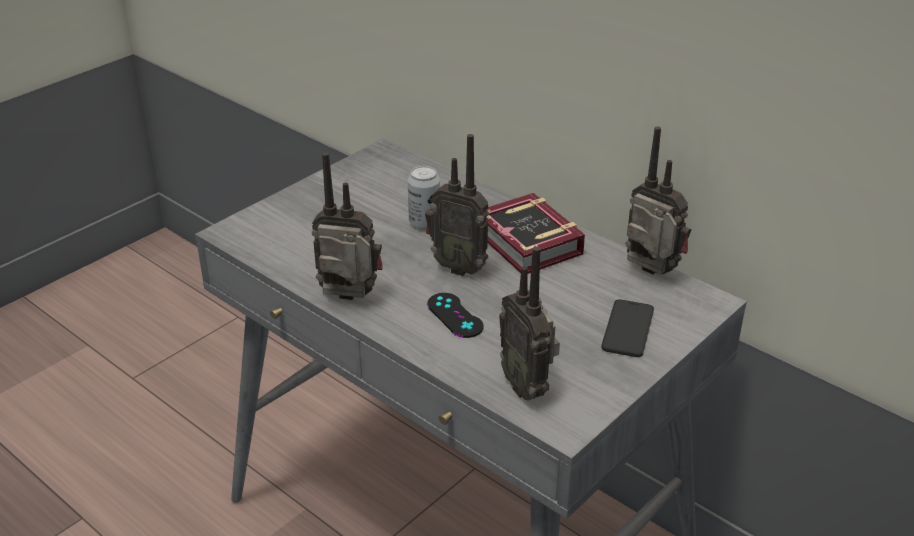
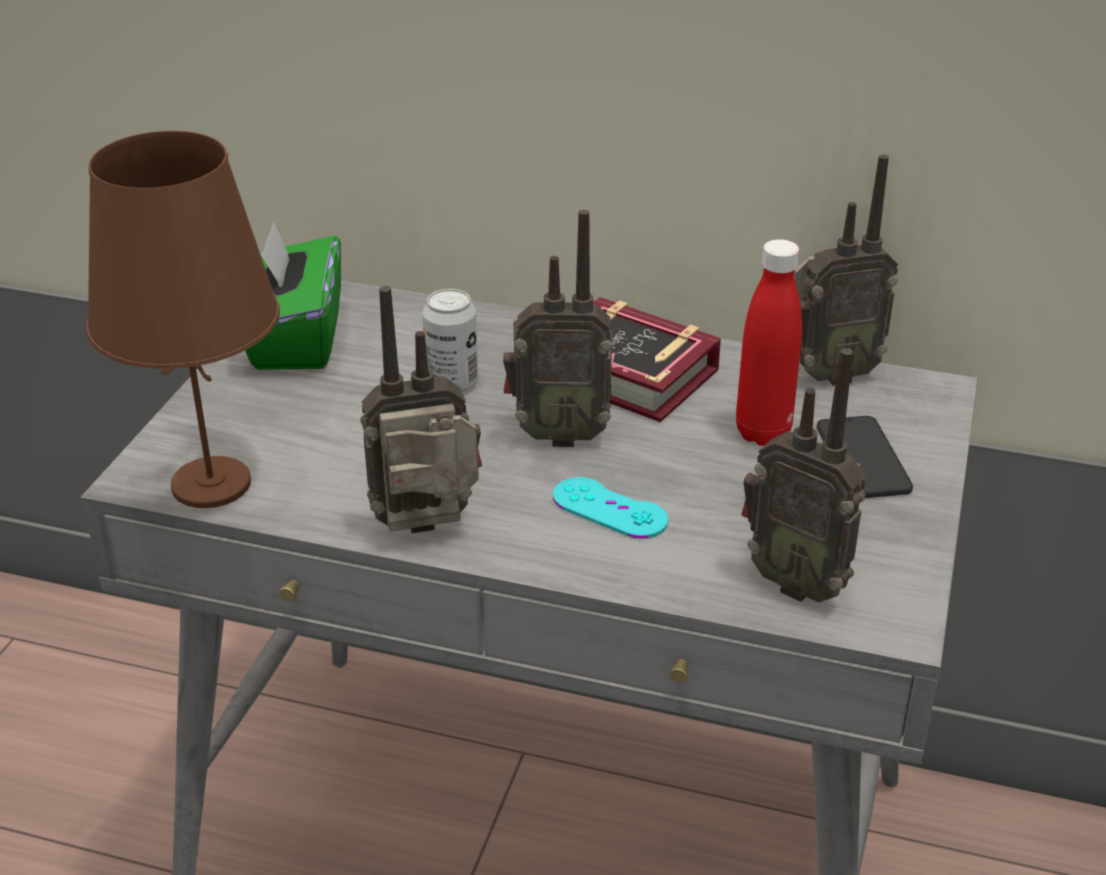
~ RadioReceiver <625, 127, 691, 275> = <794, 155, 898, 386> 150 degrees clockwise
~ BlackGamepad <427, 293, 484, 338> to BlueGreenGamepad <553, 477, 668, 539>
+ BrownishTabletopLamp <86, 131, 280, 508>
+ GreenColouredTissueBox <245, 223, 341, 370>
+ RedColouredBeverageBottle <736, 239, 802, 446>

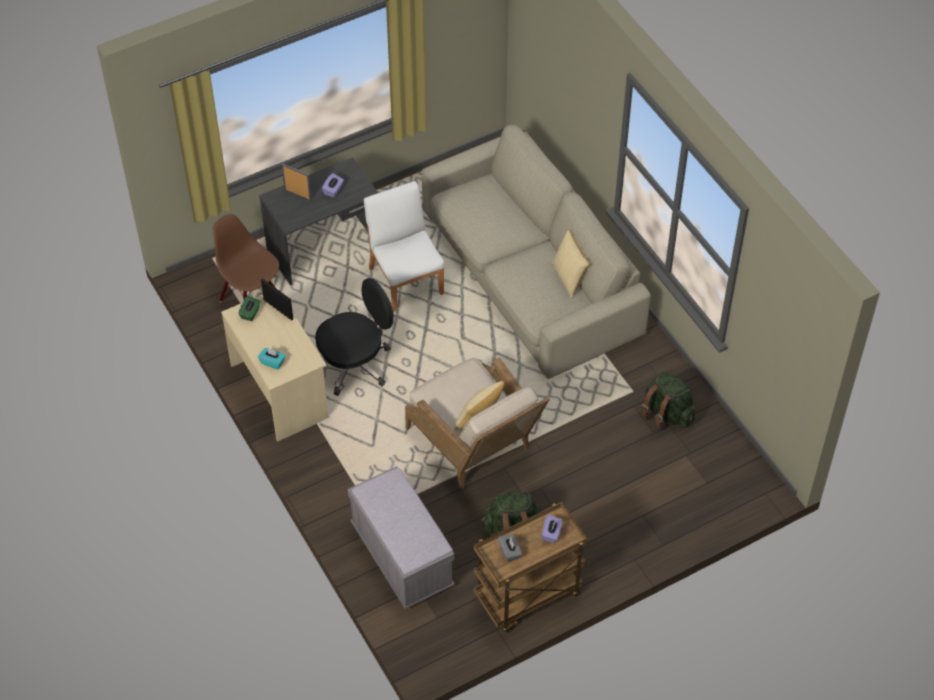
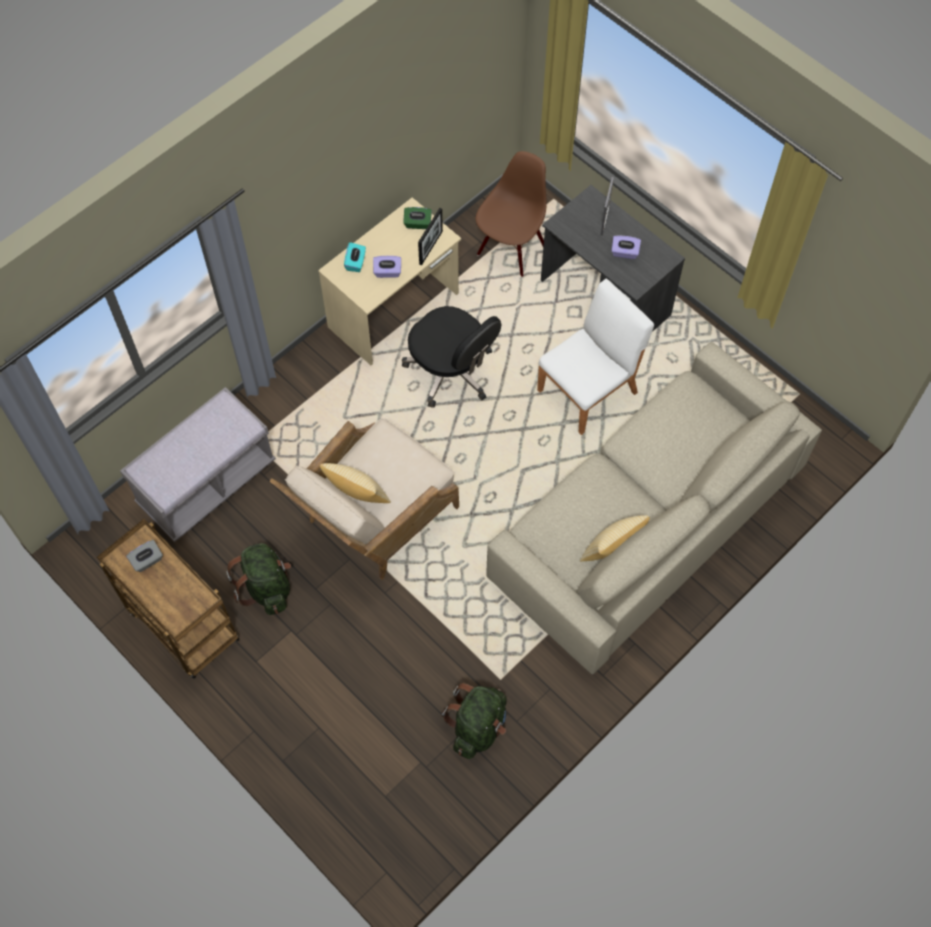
~ PurpleTissueBox <542, 514, 562, 543> to <373, 256, 401, 278>

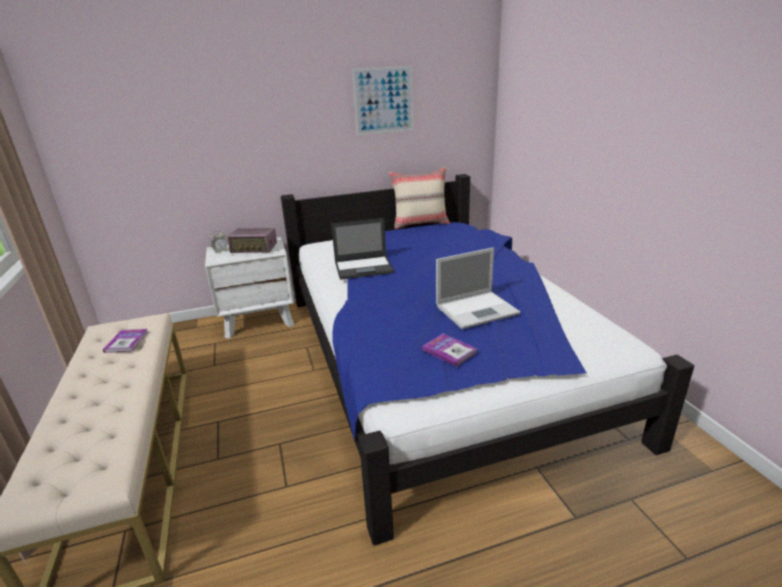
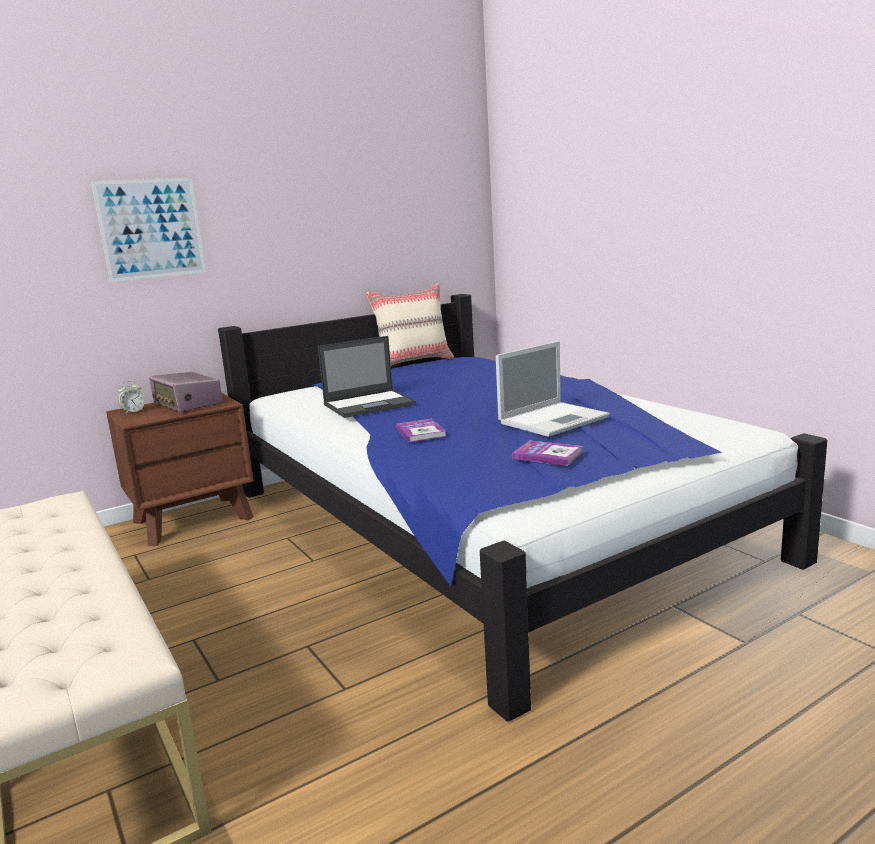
~ Picture <352, 66, 414, 135> to <91, 178, 206, 282>
~ RadioReceiver <227, 228, 277, 253> = <149, 372, 223, 412> 60 degrees clockwise
~ WhitishNightstand <205, 237, 294, 339> to BrownishNightstand <106, 393, 254, 547>
~ BoundBook <103, 329, 148, 353> to <396, 418, 446, 442>

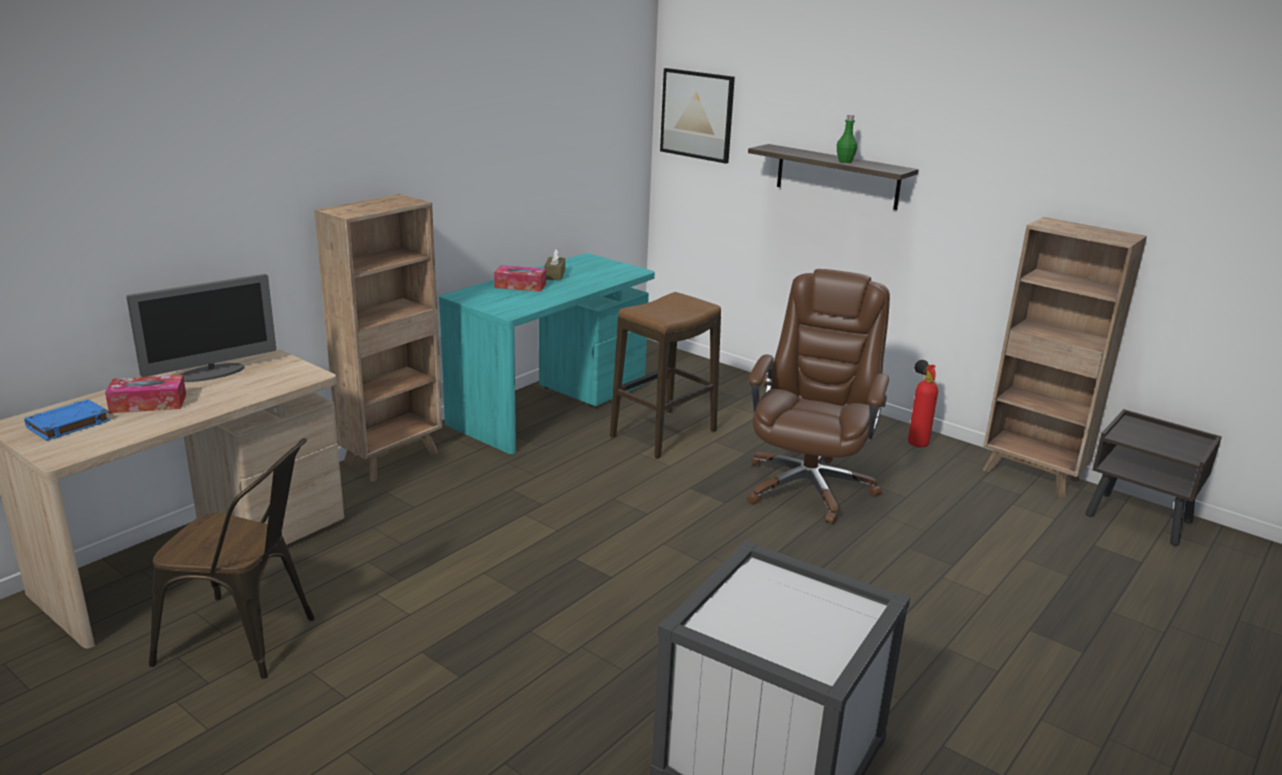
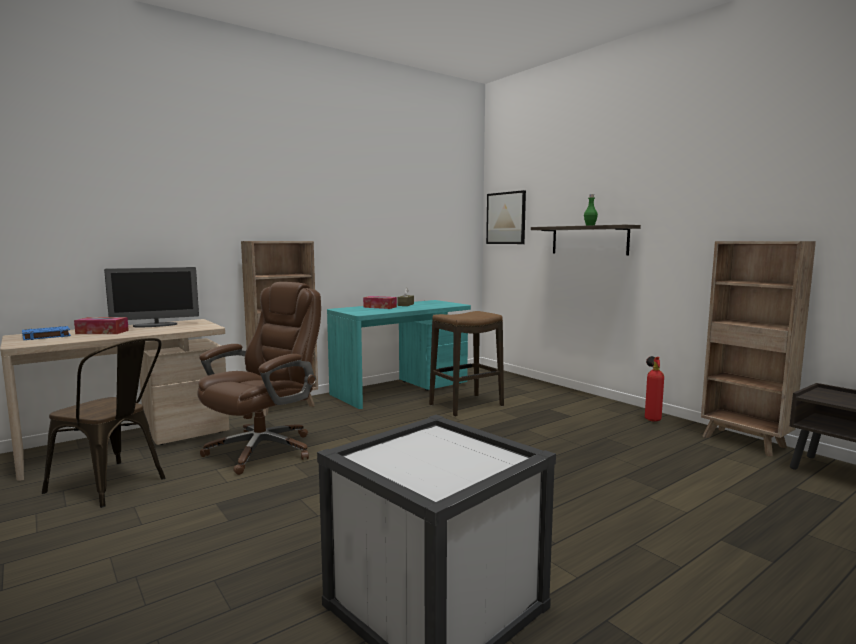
~ BrownishOfficeChair <747, 269, 890, 525> to <197, 282, 321, 475>

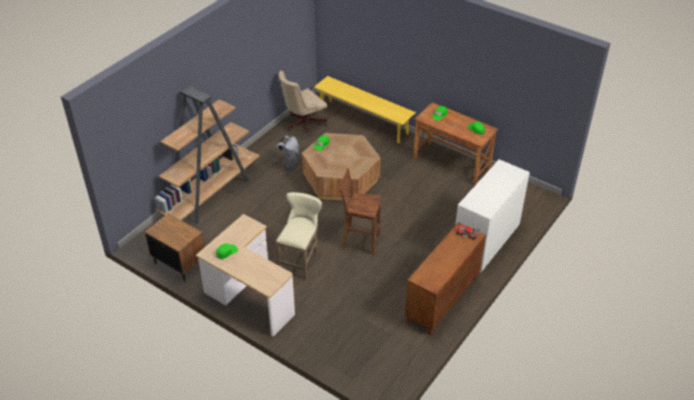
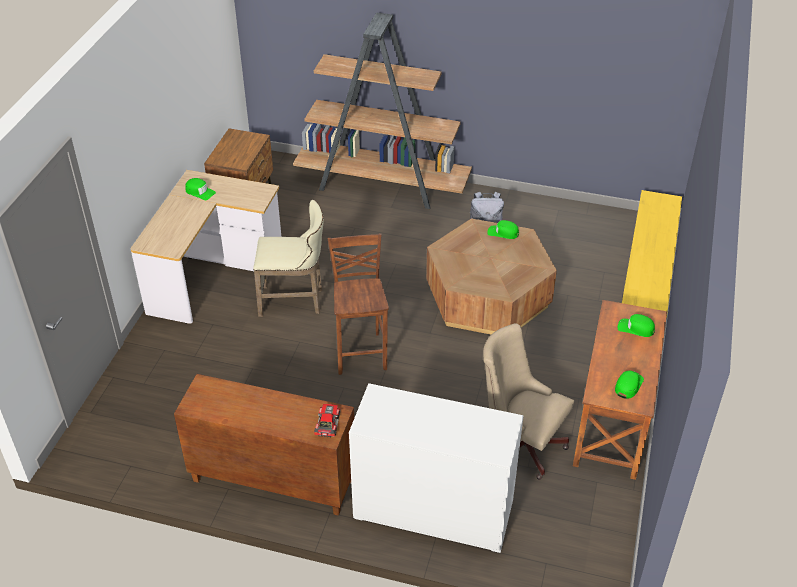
~ SandColouredOfficeChair <279, 71, 327, 136> to <483, 323, 574, 480>

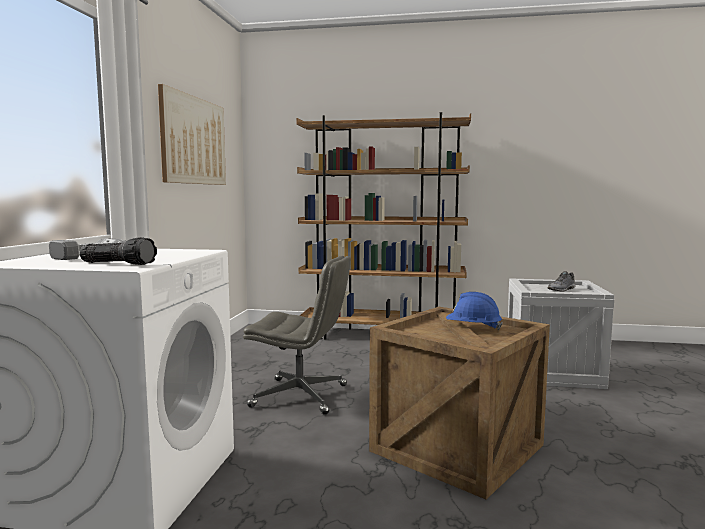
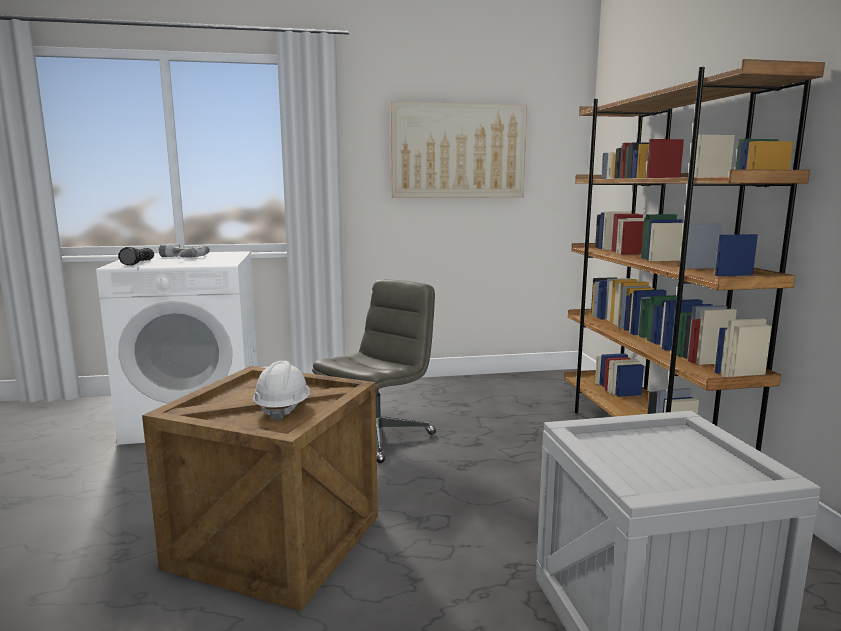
~ GrayOfficeChair <243, 256, 351, 415> = <312, 279, 436, 463> 135 degrees counterclockwise
- GrayLowShoe <548, 271, 576, 292>
~ BluishWorkHelmet <446, 292, 502, 331> to WhitishWorkHelmet <253, 361, 310, 421>

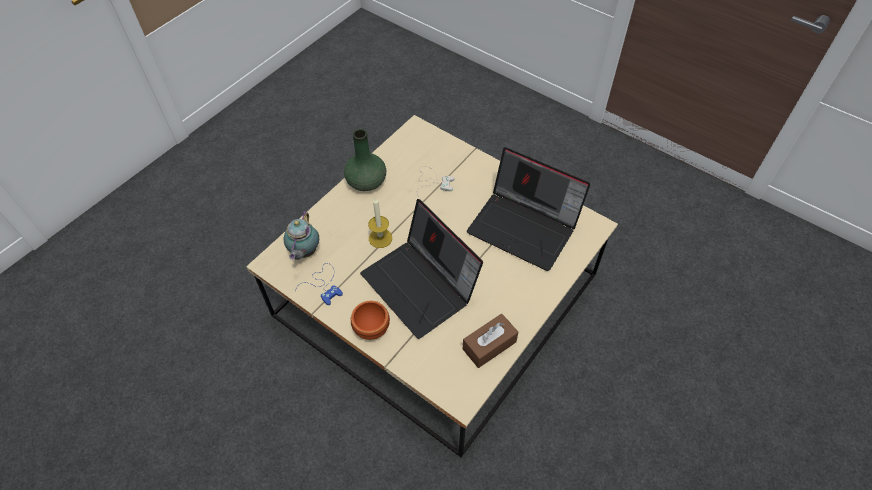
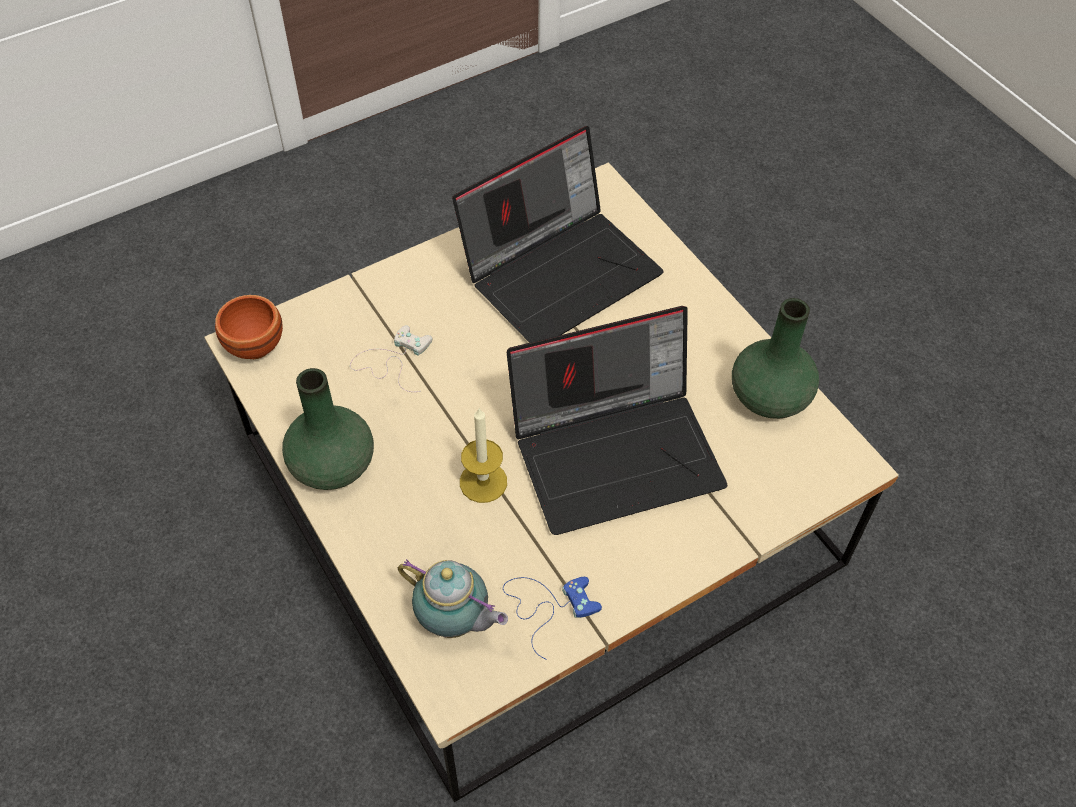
~ BrownishDeepDish <351, 301, 390, 340> to <215, 295, 283, 359>
~ BrownishTissueBox <463, 314, 518, 368> to GreenColouredDecorativeVase <732, 298, 819, 419>

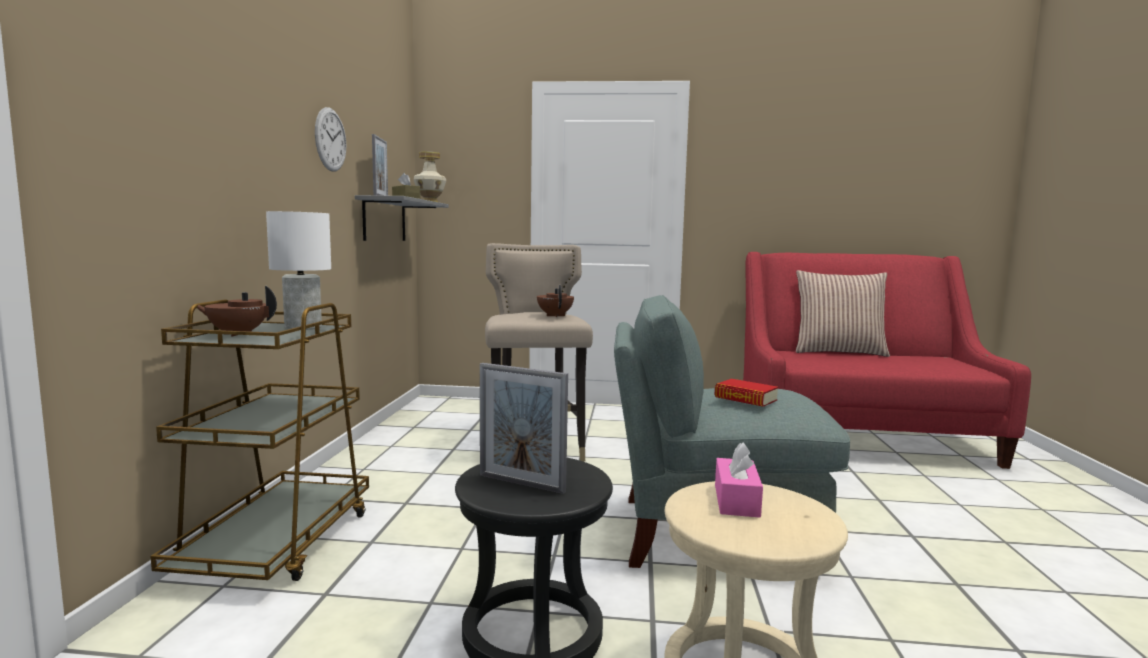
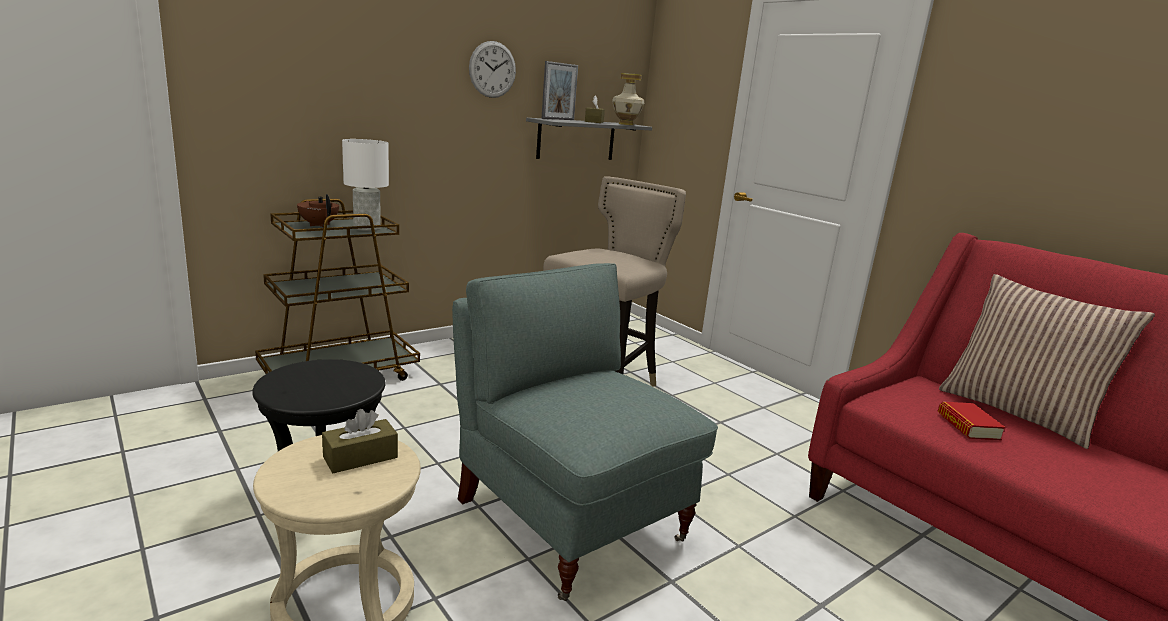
- BrownishTeaPot <537, 285, 574, 317>
- PictureFrame <480, 363, 568, 494>
~ BoundBook <715, 379, 778, 407> to <938, 402, 1006, 440>
~ PinkColouredTissueBox <715, 442, 763, 518> to BrownishTissueBox <322, 409, 398, 473>

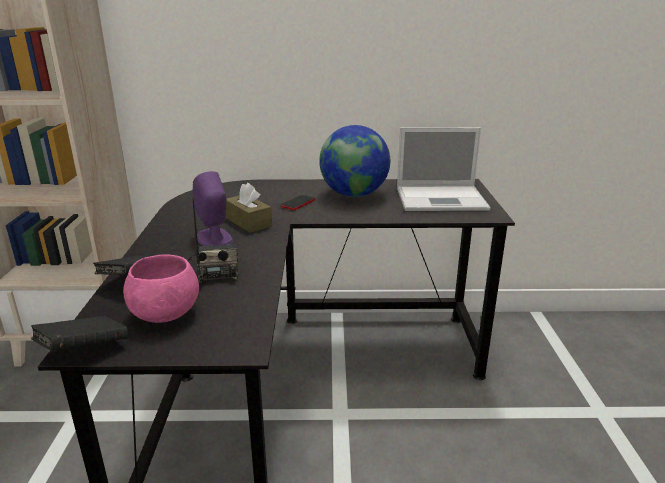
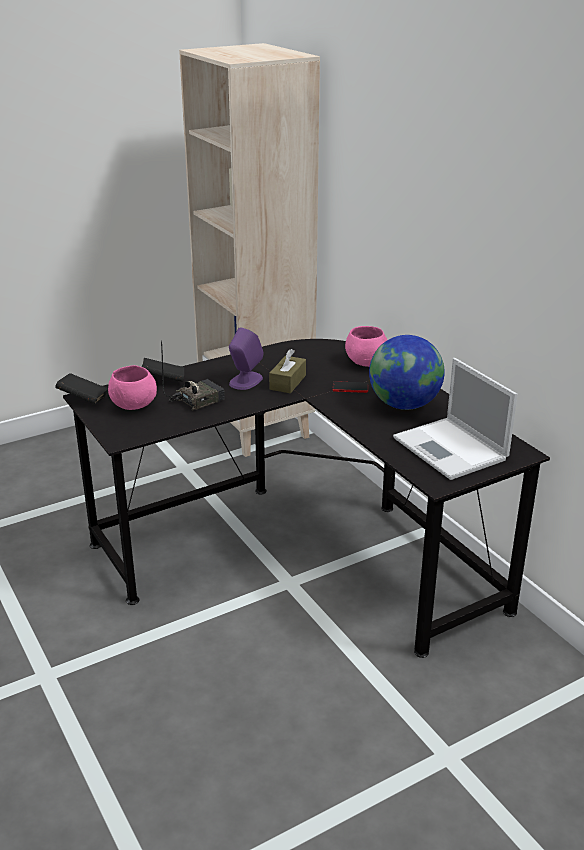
+ PinkColouredDeepDish <345, 326, 387, 367>

